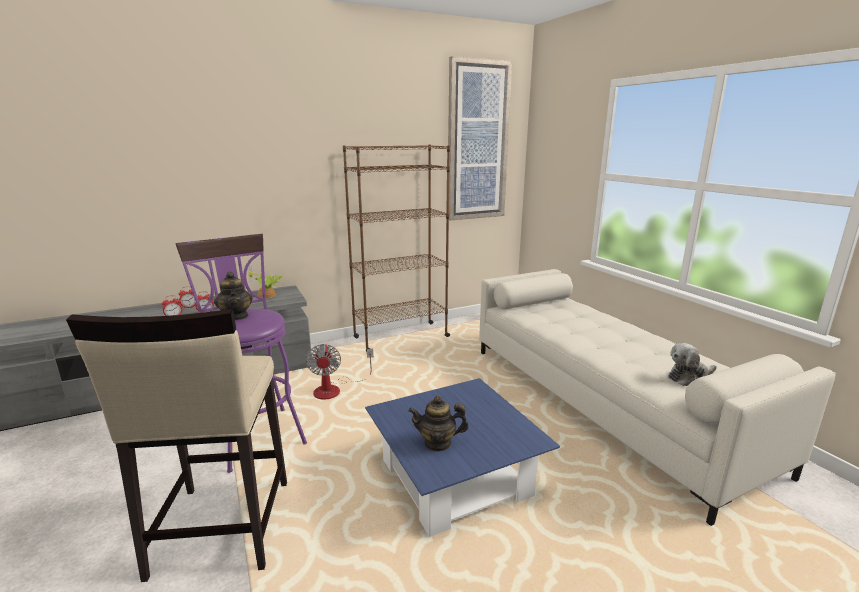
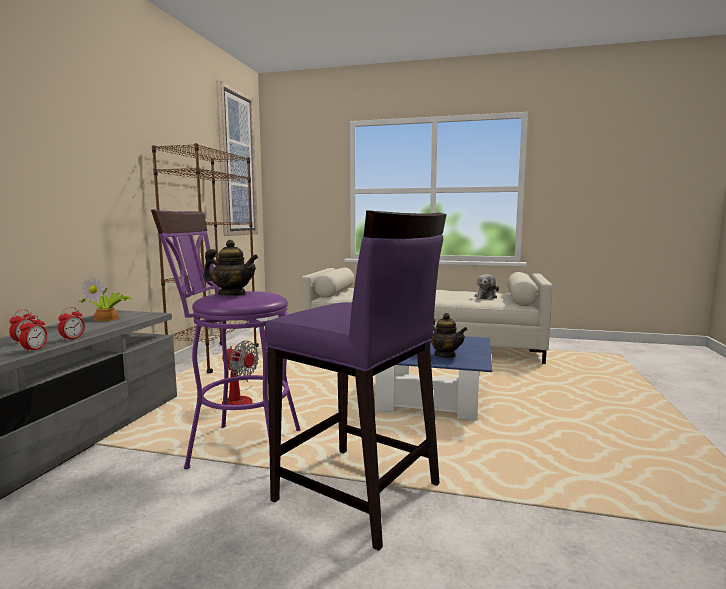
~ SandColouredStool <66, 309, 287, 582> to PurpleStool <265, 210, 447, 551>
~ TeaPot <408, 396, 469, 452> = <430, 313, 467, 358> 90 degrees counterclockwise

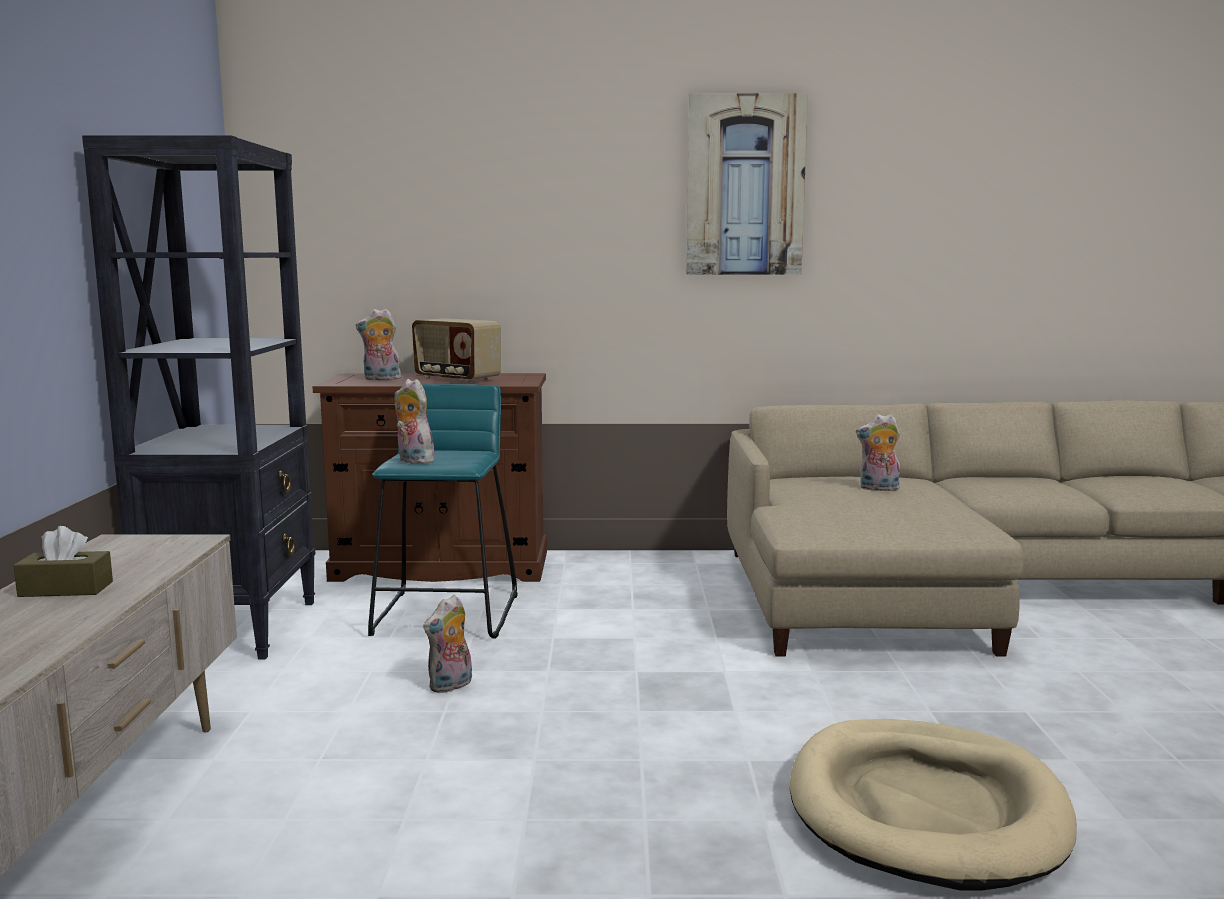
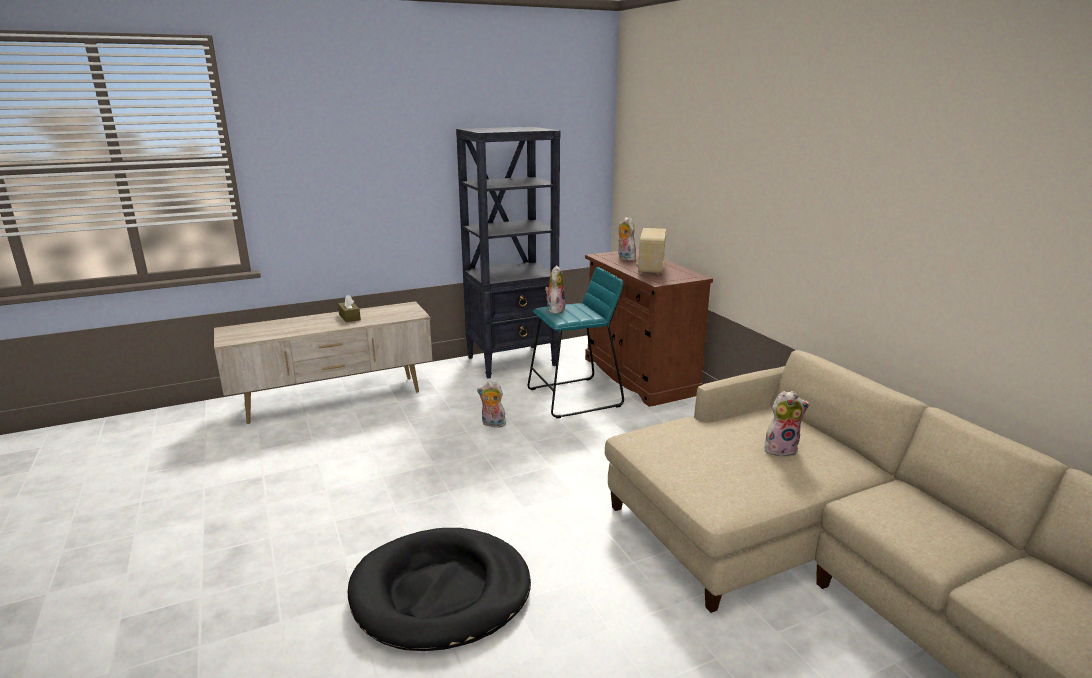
- Picture <686, 93, 808, 275>
~ PlushToy <856, 414, 900, 491> = <764, 391, 810, 457> 105 degrees clockwise
~ SandColouredPetBed <790, 719, 1077, 890> to BlackPetBed <348, 528, 531, 651>

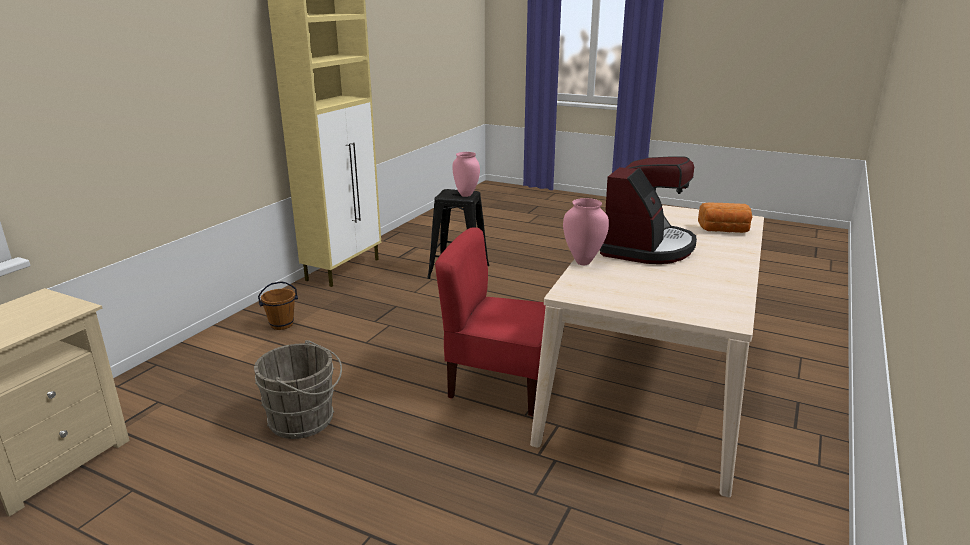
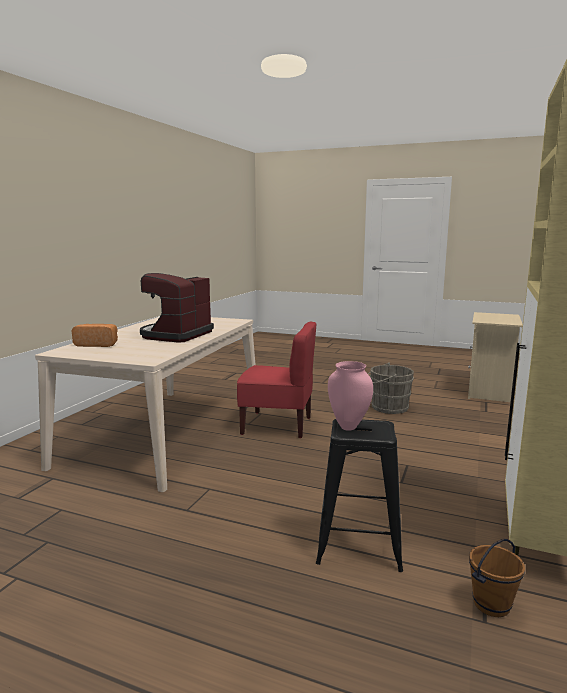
- PinkColouredDecorativeVase <563, 198, 609, 265>
~ BrownishBucket <258, 281, 298, 330> to <469, 539, 525, 617>

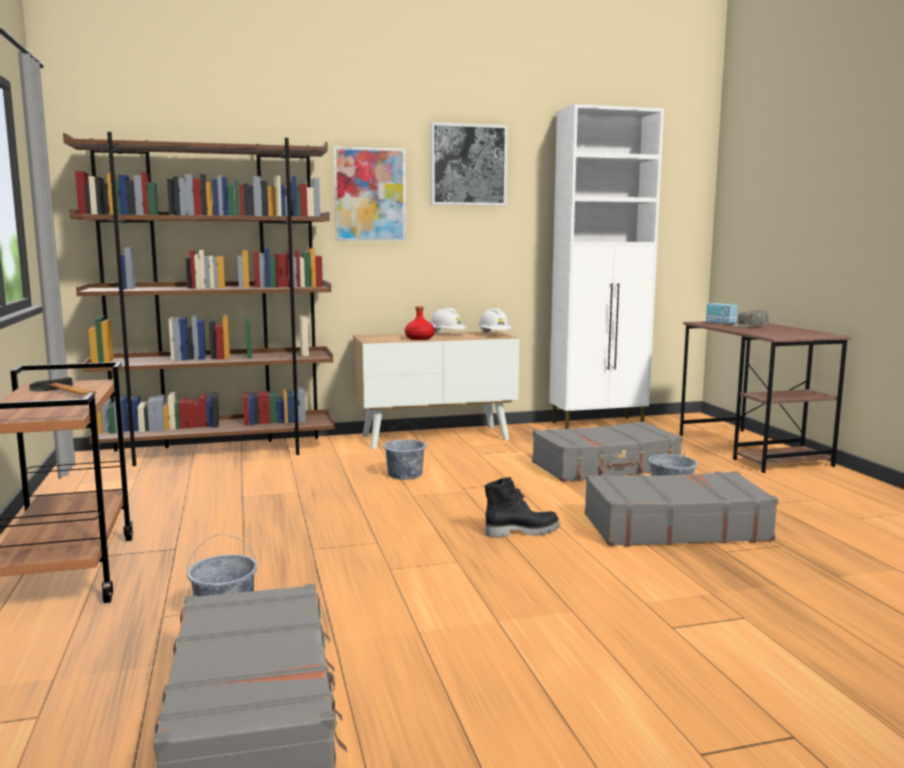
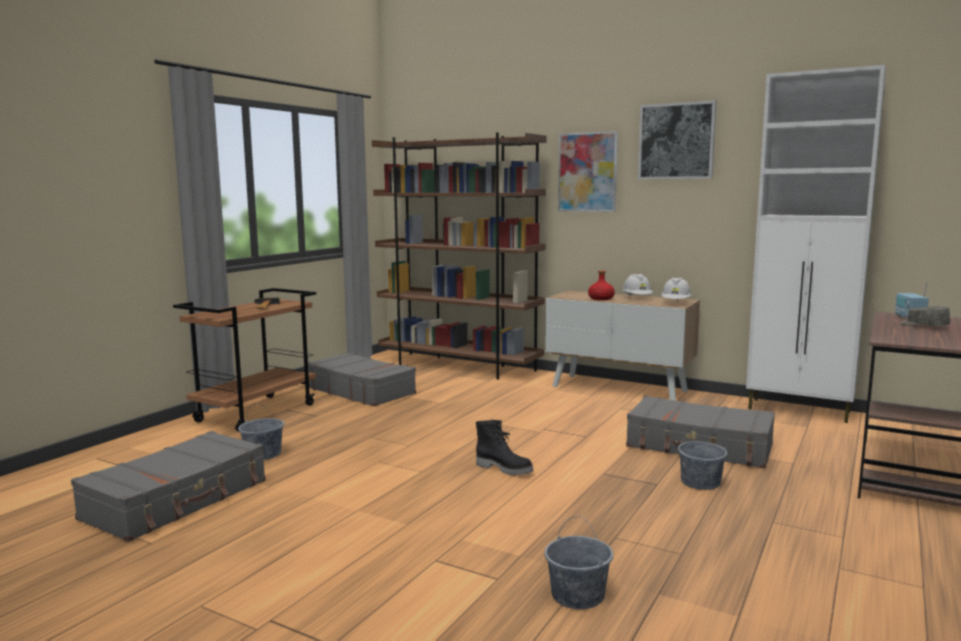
~ GrayBucket <384, 421, 426, 480> to <545, 516, 613, 609>
~ GraySuitcase <585, 471, 778, 547> to <308, 353, 416, 407>

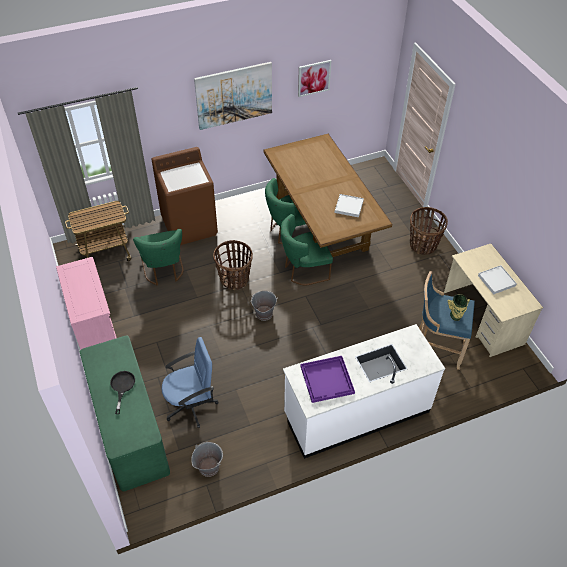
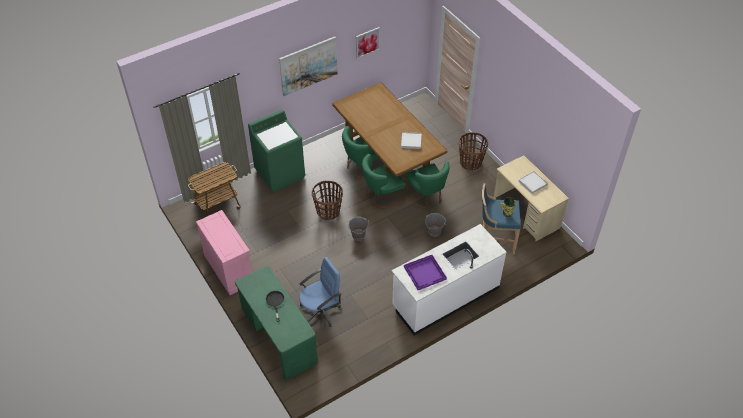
~ BrownishLaundryAppliance <151, 147, 218, 245> to GreenColouredLaundryAppliance <248, 110, 305, 192>
~ GreenColouredUprightChair <133, 229, 184, 285> to <405, 161, 449, 209>
~ GrayBucket <192, 442, 223, 477> to <425, 213, 446, 237>

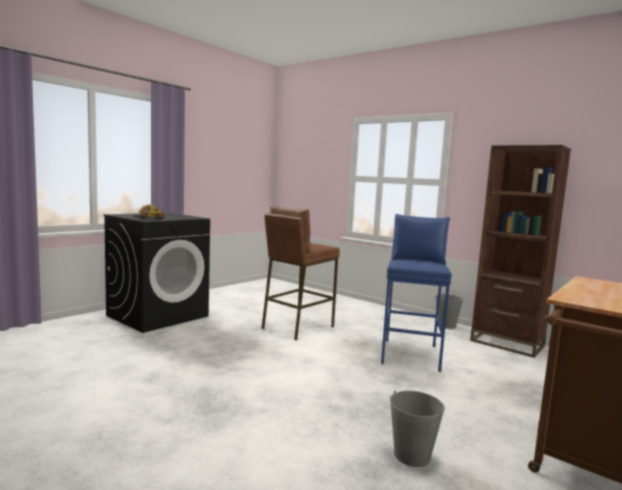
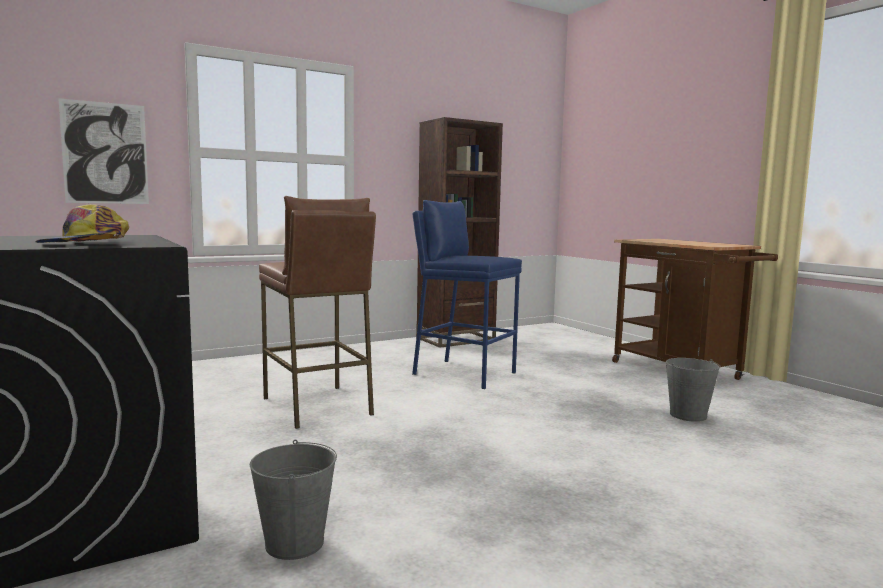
~ GrayBucket <435, 294, 464, 329> to <250, 440, 337, 560>
+ Picture <58, 98, 149, 204>

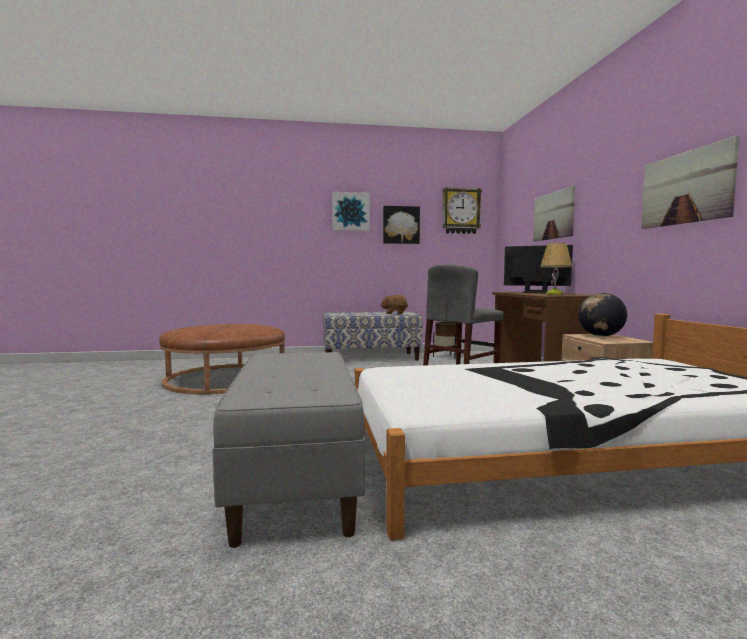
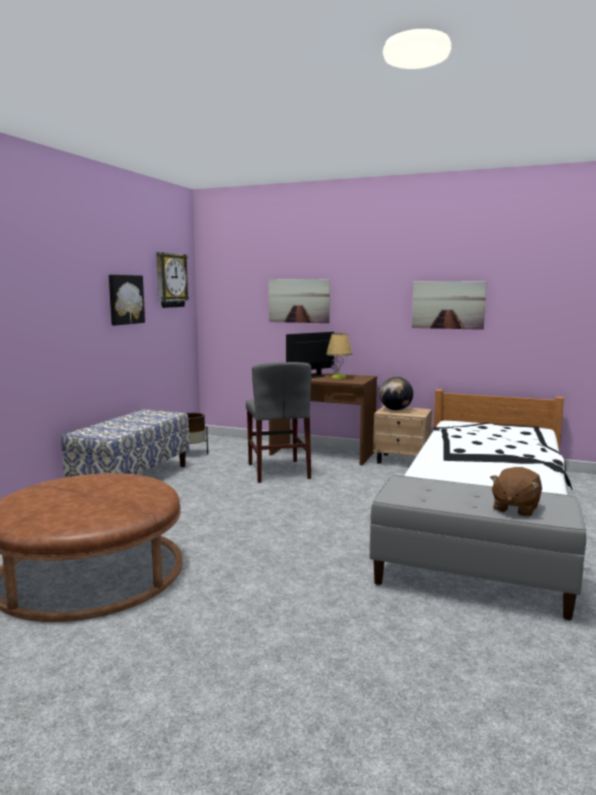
- Picture <332, 192, 370, 231>
~ BrownishPlushToy <380, 295, 408, 314> to <490, 467, 542, 517>

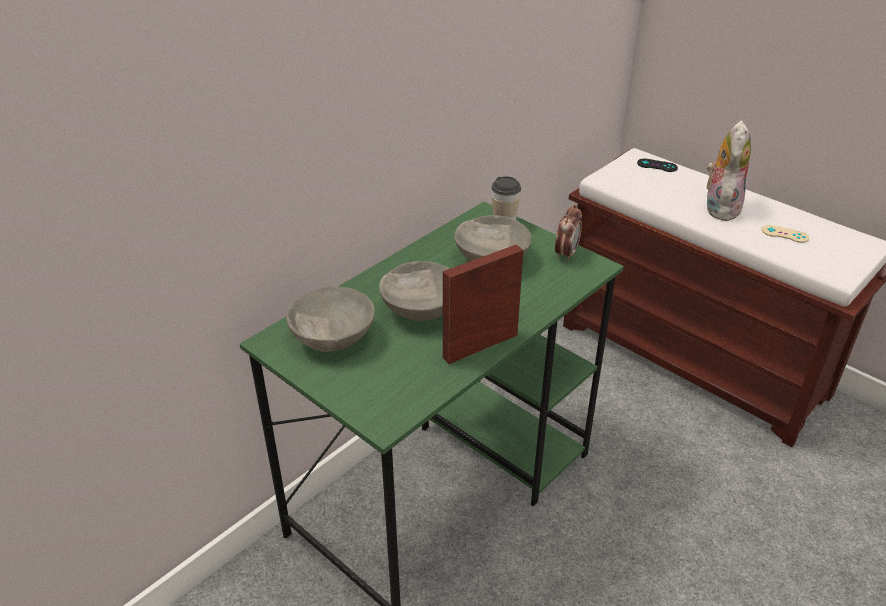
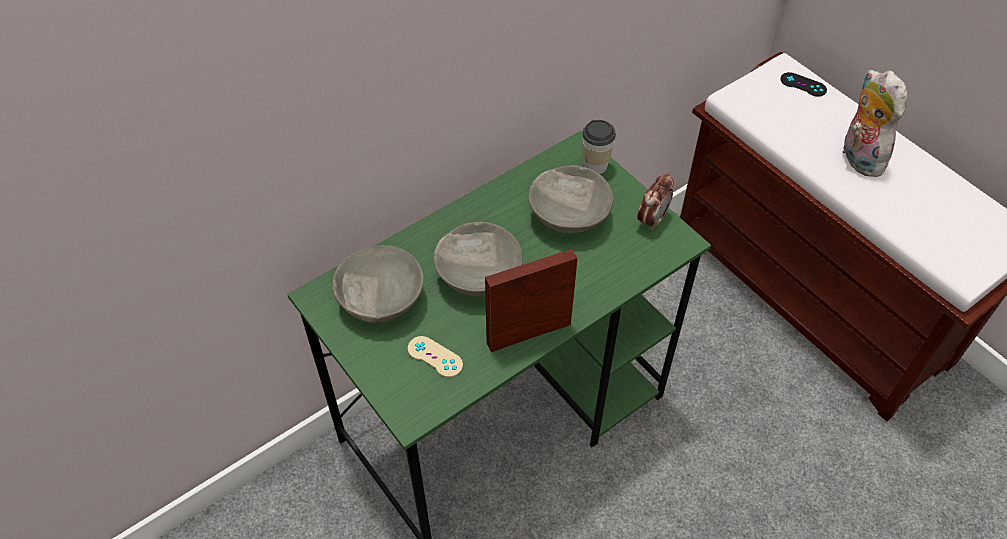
~ PlushToy <706, 120, 751, 221> = <842, 70, 908, 177> 45 degrees counterclockwise
~ SandColouredGamepad <762, 225, 809, 243> to <408, 336, 463, 377>

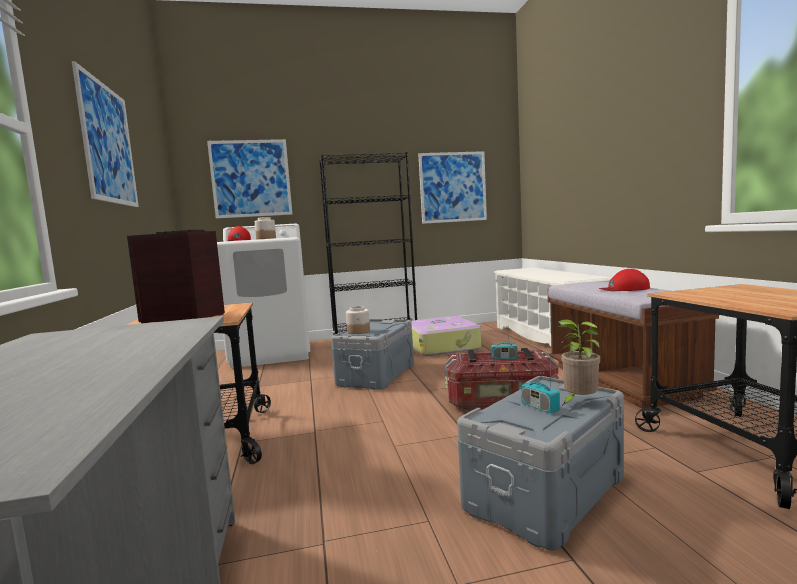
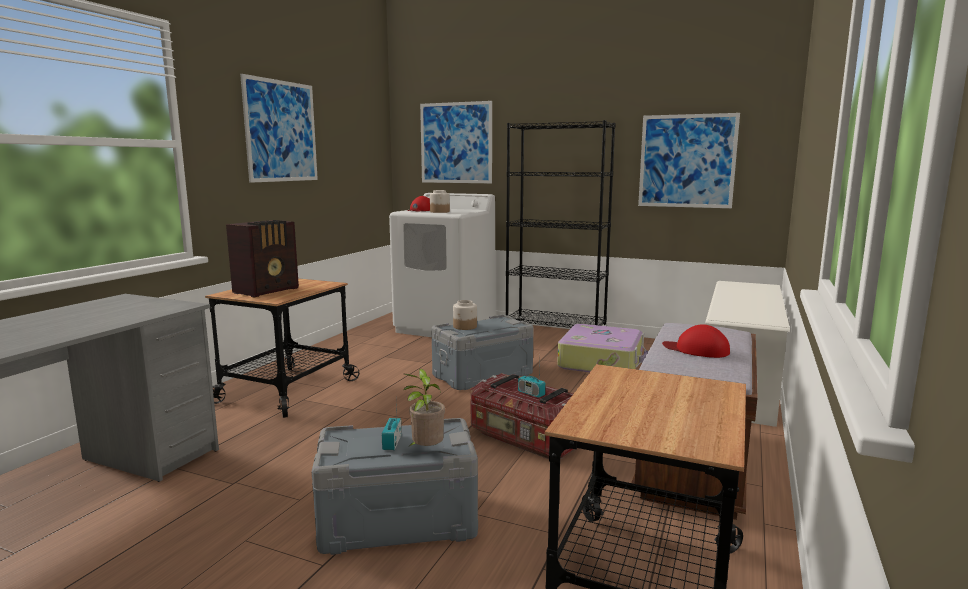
~ RadioReceiver <127, 230, 225, 323> = <226, 220, 299, 298> 75 degrees clockwise

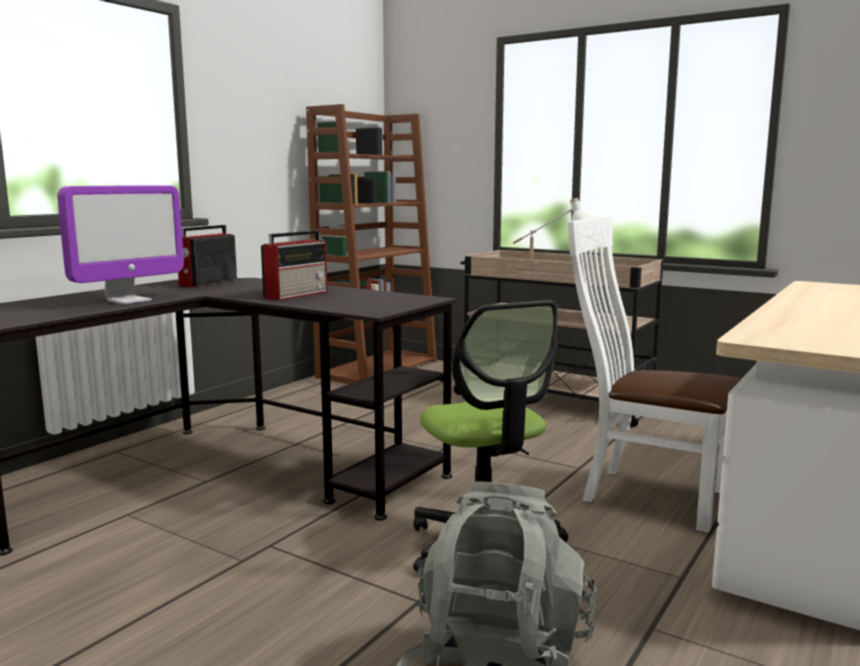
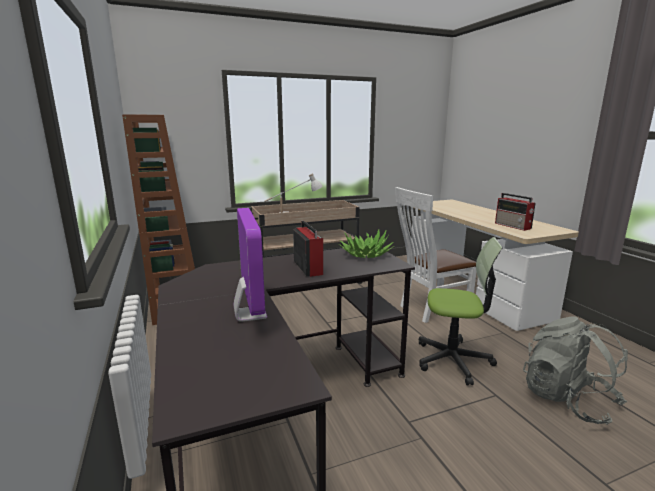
~ RadioReceiver <178, 225, 237, 287> to <495, 193, 536, 231>
+ PlantInAPot <339, 230, 394, 258>

